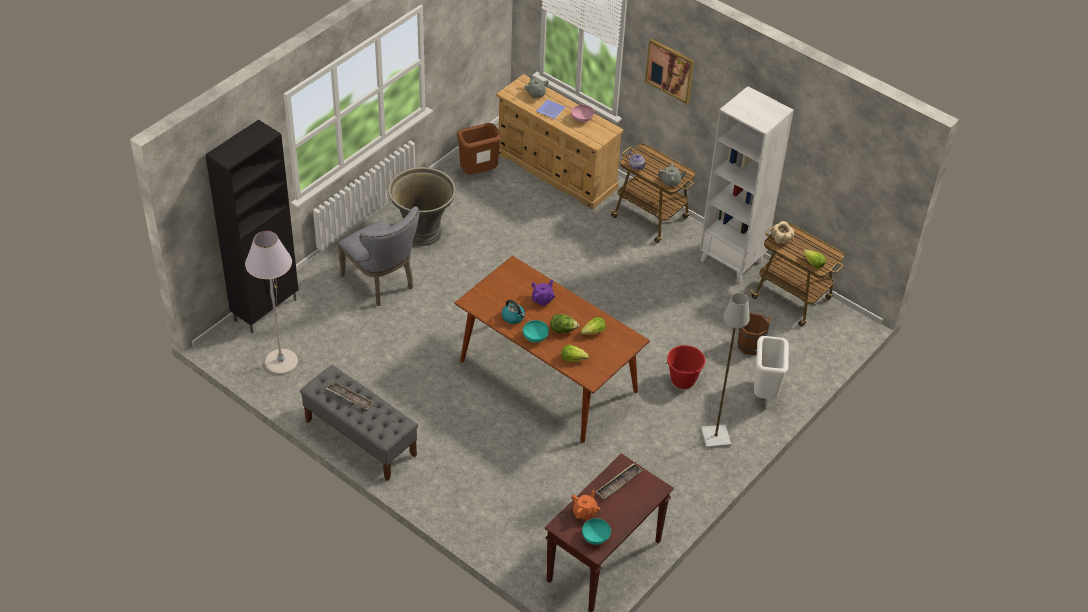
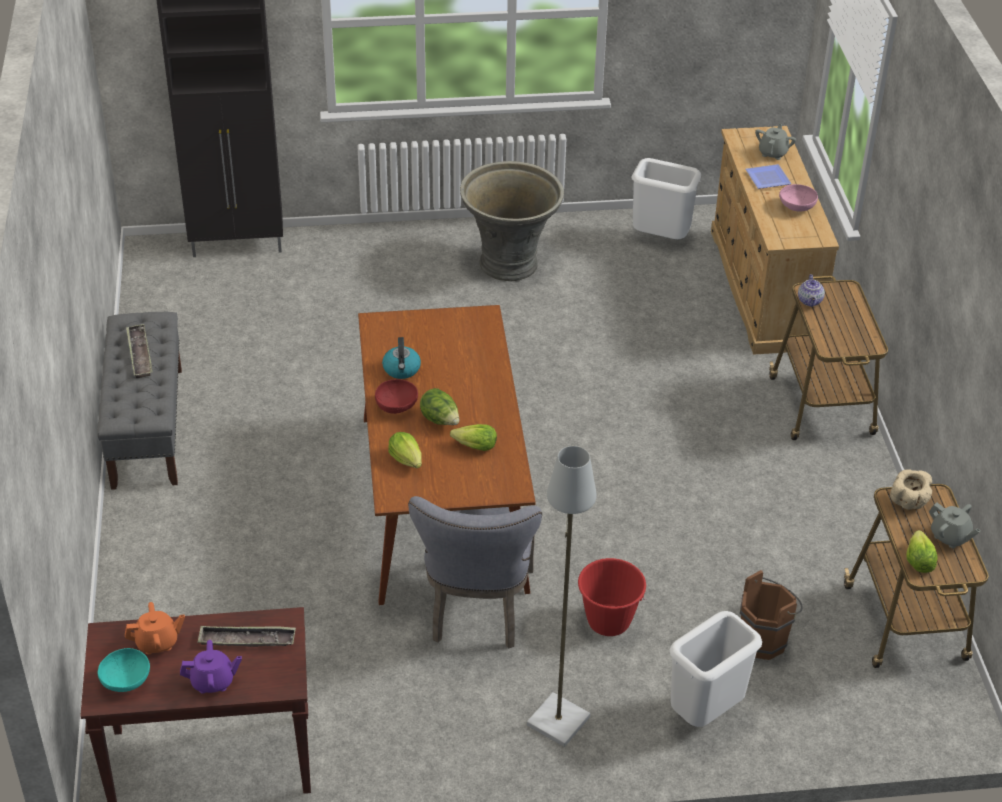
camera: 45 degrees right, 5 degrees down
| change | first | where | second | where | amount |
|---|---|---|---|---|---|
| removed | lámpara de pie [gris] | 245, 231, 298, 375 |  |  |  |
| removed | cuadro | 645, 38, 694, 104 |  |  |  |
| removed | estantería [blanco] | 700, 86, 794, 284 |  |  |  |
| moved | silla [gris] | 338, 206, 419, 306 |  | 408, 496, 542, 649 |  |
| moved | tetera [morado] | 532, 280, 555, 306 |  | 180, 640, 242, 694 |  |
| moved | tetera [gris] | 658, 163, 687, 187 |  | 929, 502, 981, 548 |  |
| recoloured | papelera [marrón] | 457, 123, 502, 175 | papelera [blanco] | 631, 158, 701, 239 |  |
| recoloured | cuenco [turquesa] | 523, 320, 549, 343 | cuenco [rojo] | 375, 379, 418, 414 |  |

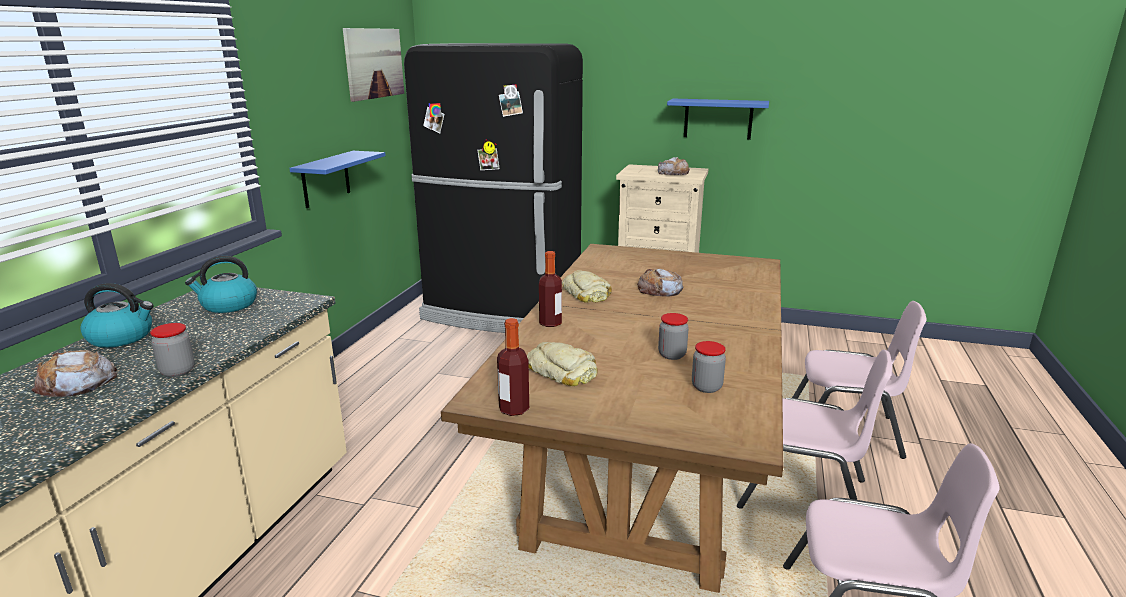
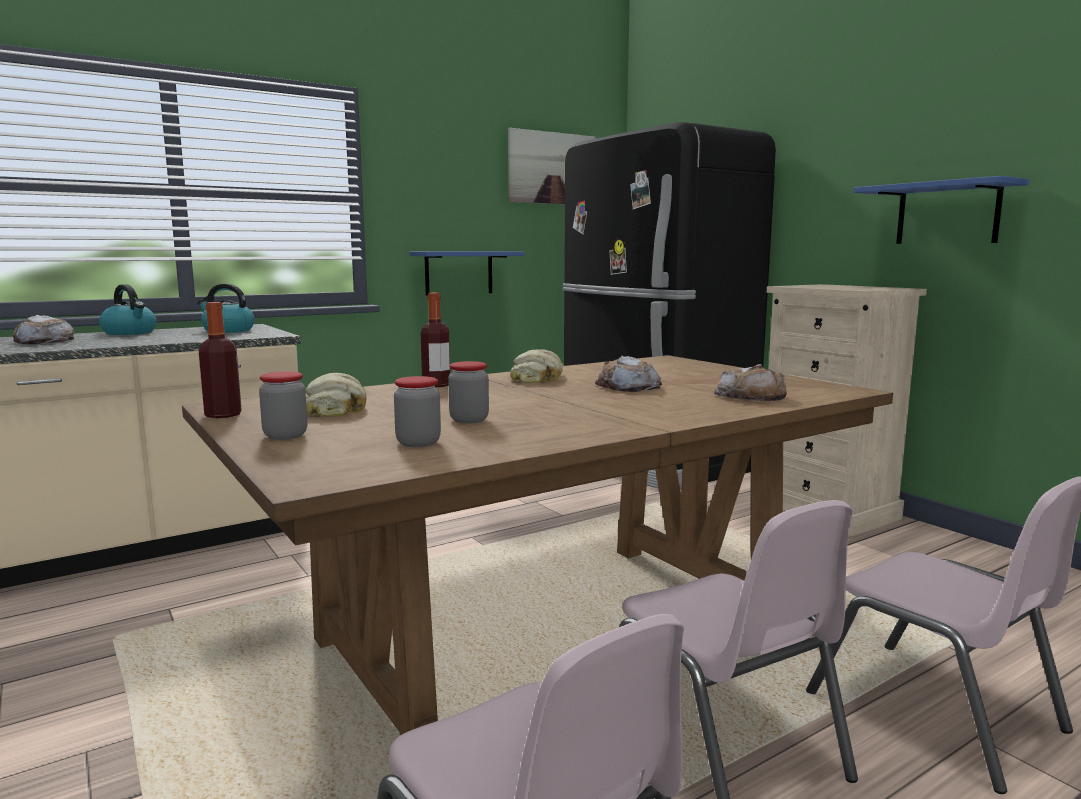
camera: 40 degrees right, 10 degrees down
| change | first | where | second | where | amount |
|---|---|---|---|---|---|
| moved | tarro | 150, 323, 195, 377 |  | 259, 372, 307, 440 |  |
| moved | pan | 658, 157, 690, 175 |  | 714, 364, 787, 401 |  |

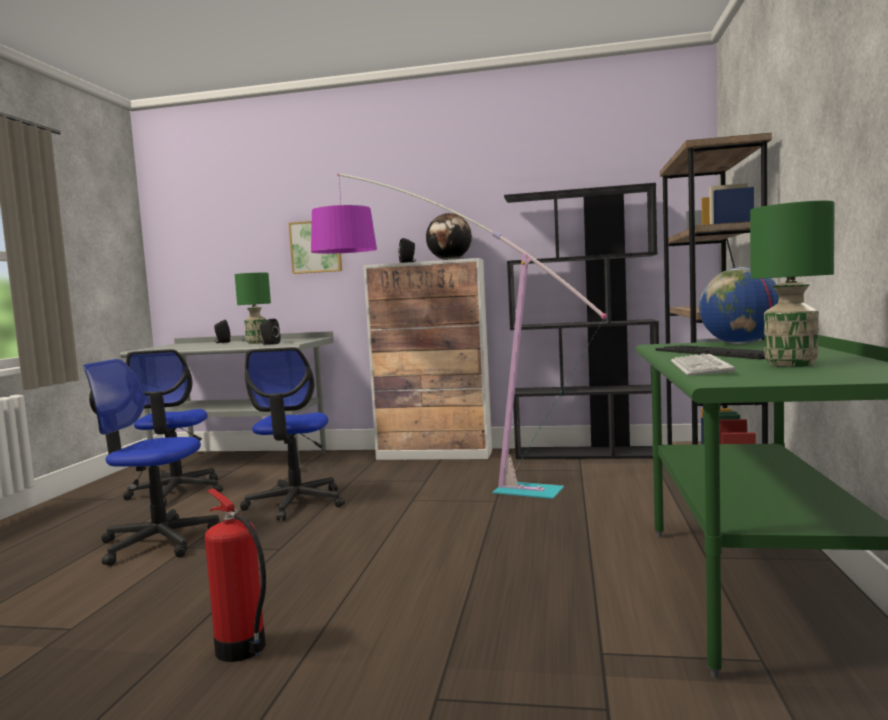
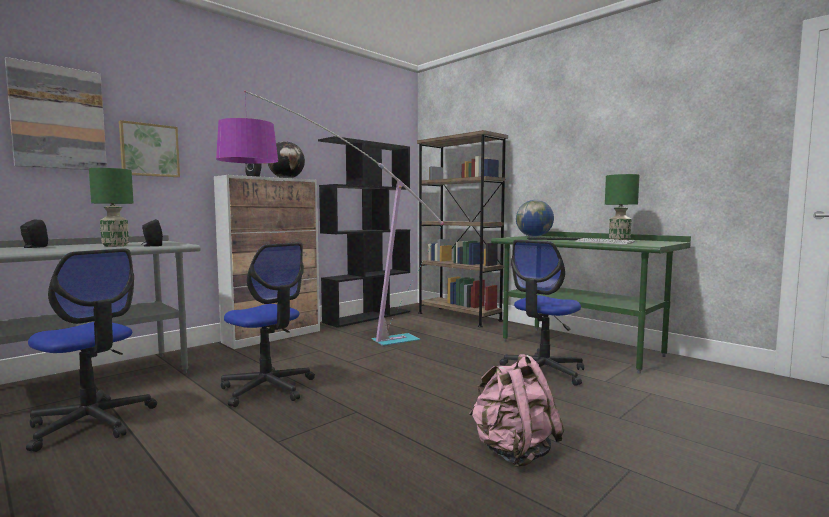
camera: 55 degrees left, 0 degrees up
| change | first | where | second | where | amount |
|---|---|---|---|---|---|
| added |  |  | cuadro | 5, 57, 107, 170 |  |
| moved | silla de oficina | 84, 359, 220, 566 |  | 500, 240, 584, 386 |  |
| replaced | extintor | 205, 489, 266, 662 | mochila [rosa] | 469, 354, 564, 467 |  |

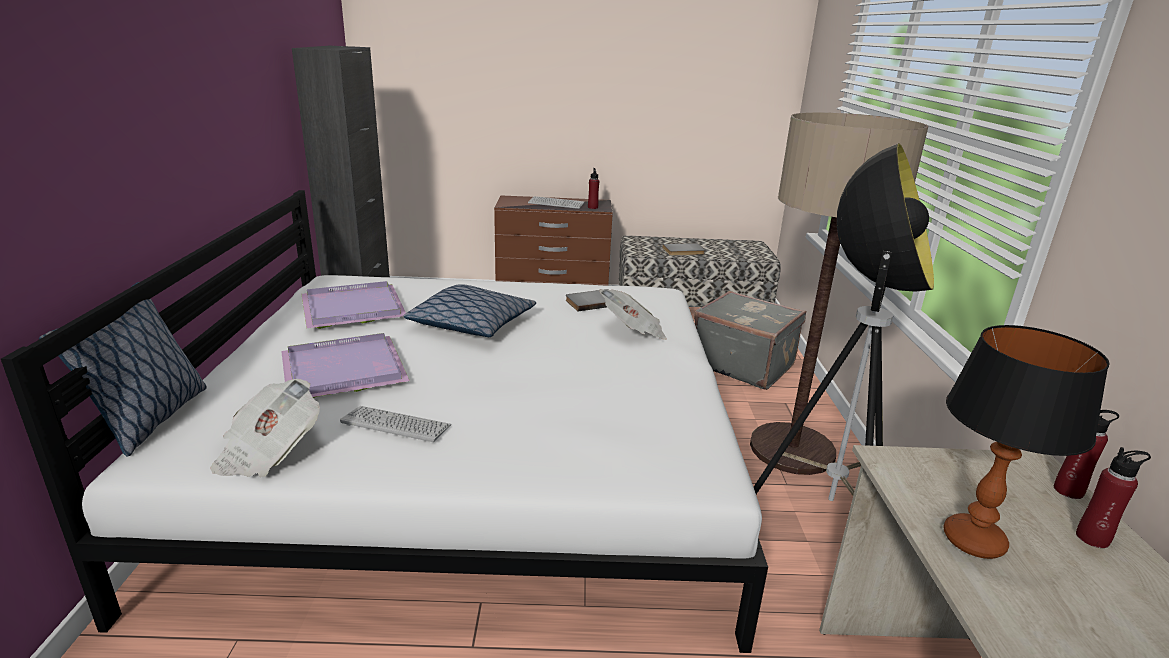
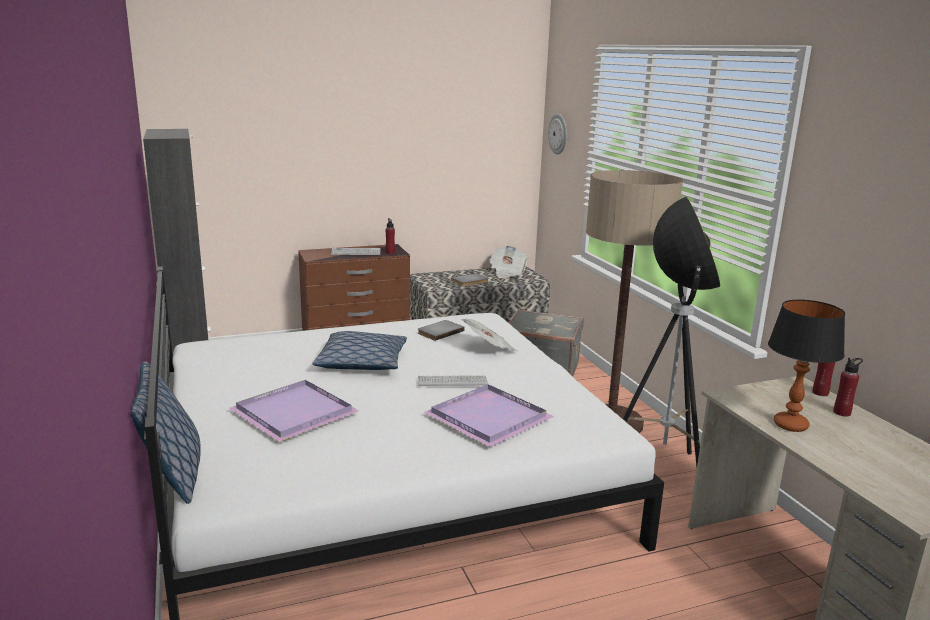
camera: 20 degrees left, 5 degrees down
| change | first | where | second | where | amount |
|---|---|---|---|---|---|
| added |  |  | reloj de pared | 548, 113, 567, 154 |  |
| moved | periódico | 210, 379, 320, 477 |  | 489, 246, 528, 278 |  |
| moved | bandeja [morado] | 301, 281, 406, 329 |  | 424, 384, 554, 447 |  |
| moved | teclado | 340, 406, 451, 443 |  | 418, 376, 488, 387 |  |

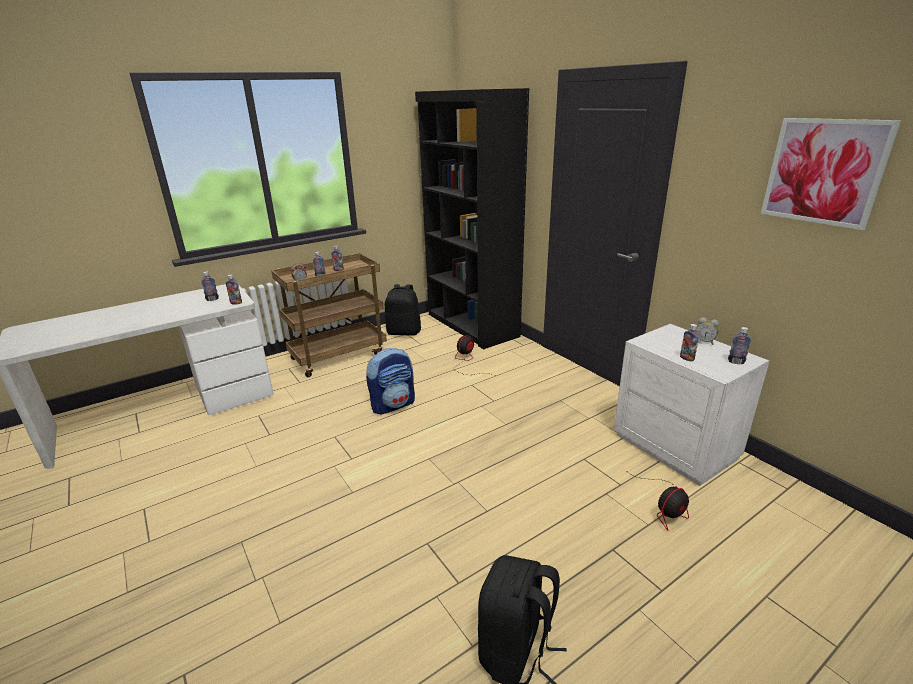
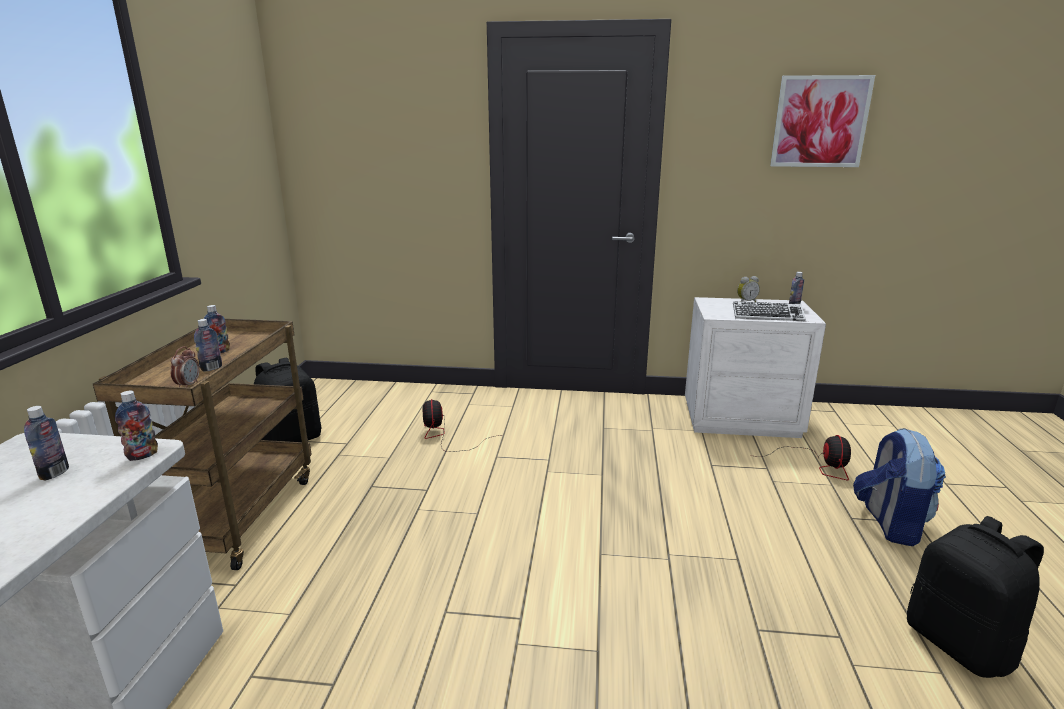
camera: 50 degrees left, 5 degrees down
| change | first | where | second | where | amount |
|---|---|---|---|---|---|
| removed | estantería [negro] | 415, 88, 529, 349 |  |  |  |
| moved | mochila | 366, 348, 415, 414 |  | 853, 428, 946, 546 |  |
| replaced | botella | 680, 324, 699, 362 | teclado | 733, 301, 806, 321 |  |

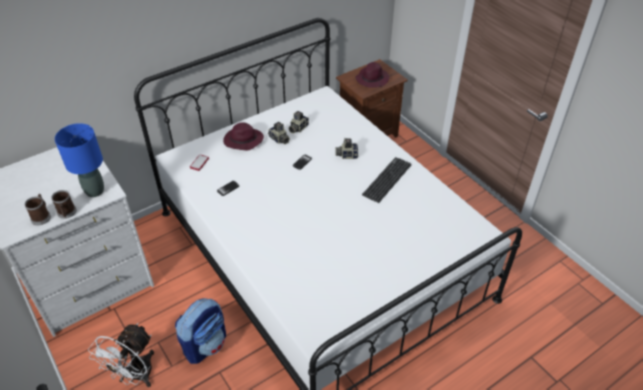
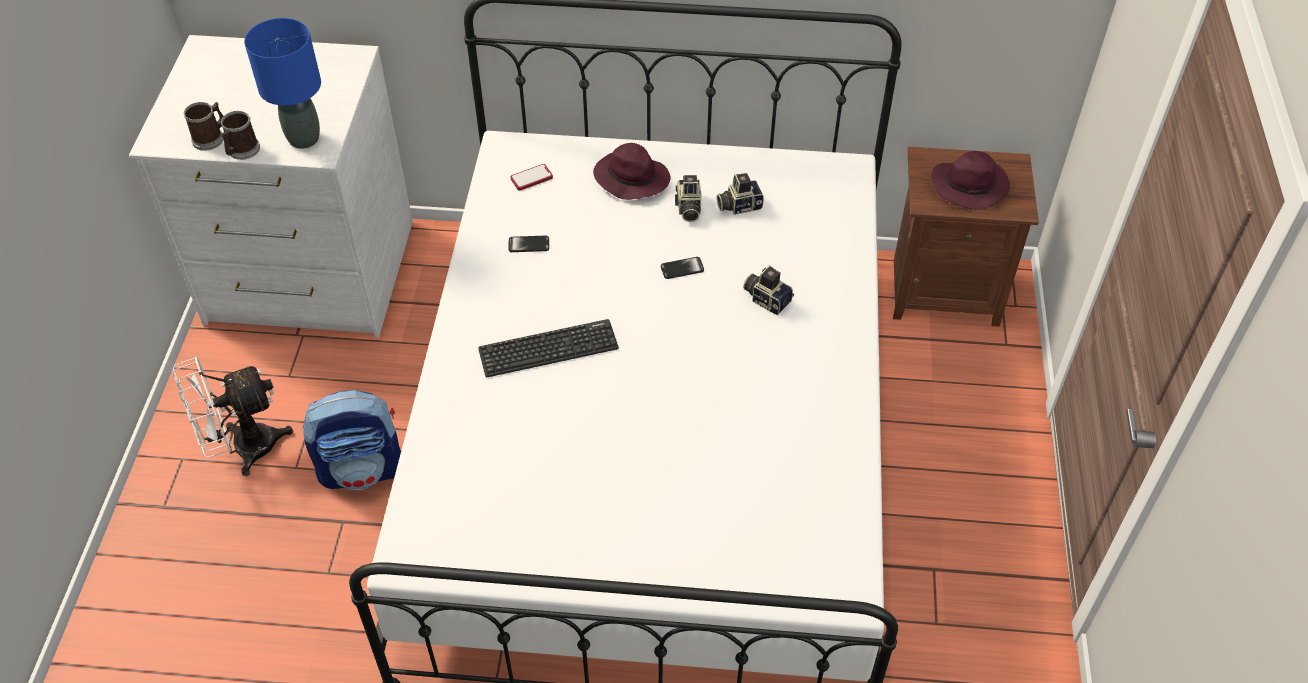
camera: 40 degrees right, 5 degrees up
| change | first | where | second | where | amount |
|---|---|---|---|---|---|
| moved | teclado | 362, 157, 412, 203 |  | 478, 319, 619, 377 |  |

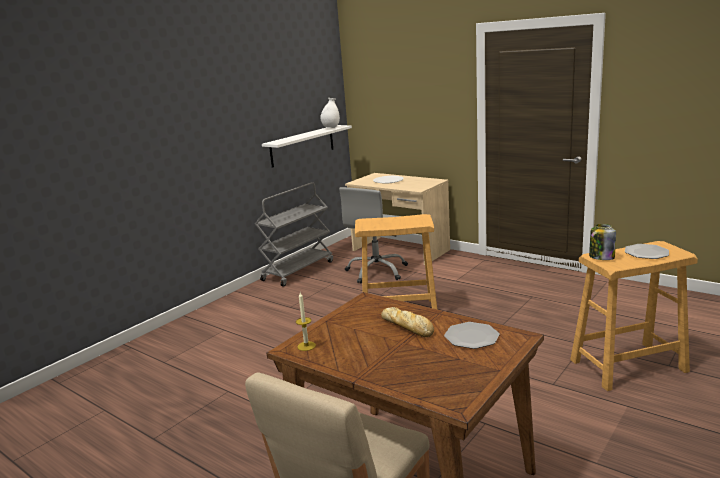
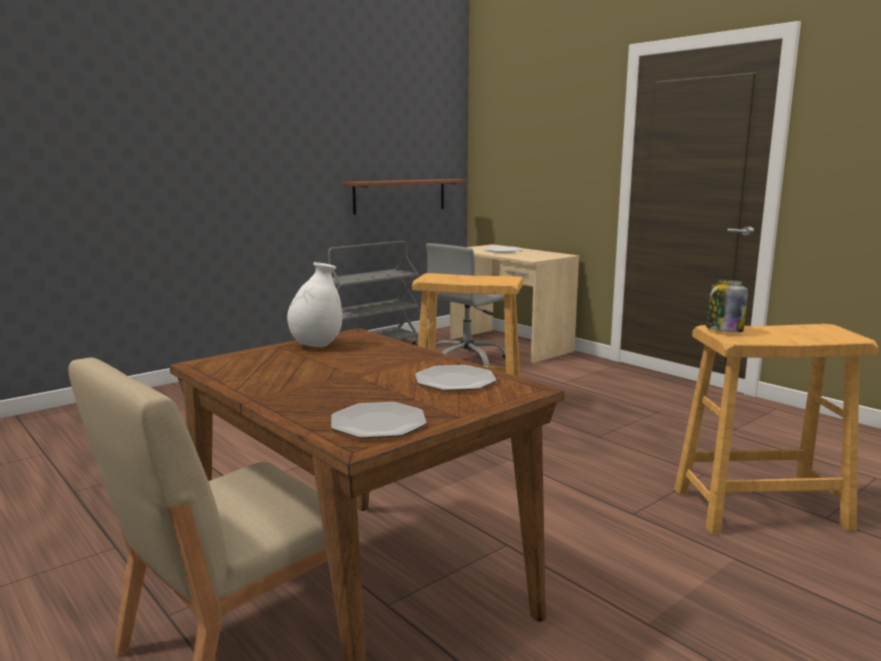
camera: 10 degrees right, 5 degrees down
| change | first | where | second | where | amount |
|---|---|---|---|---|---|
| removed | vela | 296, 292, 316, 351 |  |  |  |
| removed | pan | 381, 307, 434, 337 |  |  |  |
| moved | florero [blanco] | 320, 98, 340, 128 |  | 287, 262, 342, 347 |  |
| moved | plato | 625, 244, 669, 259 |  | 331, 402, 427, 438 |  |
| recoloured | estante [blanco] | 262, 125, 352, 168 | estante [marrón] | 342, 179, 468, 215 |  |

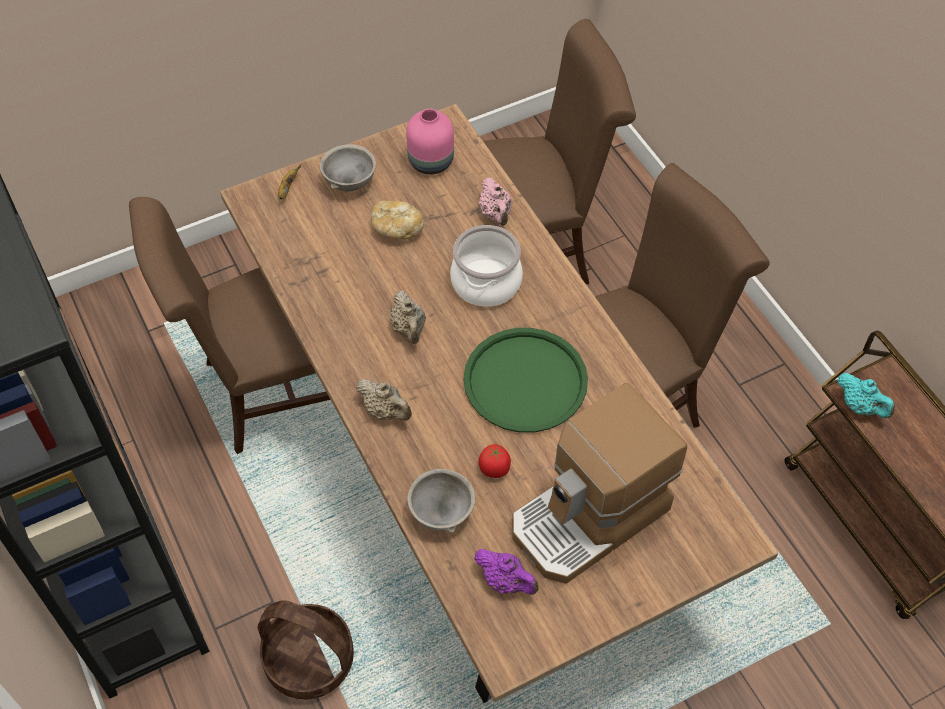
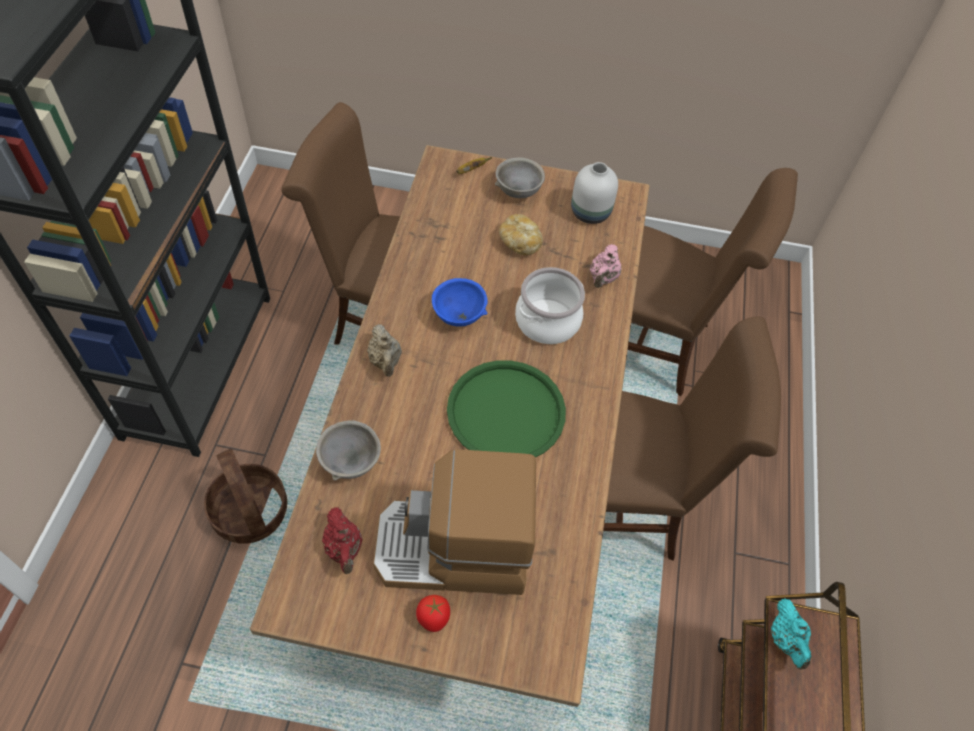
camera: 35 degrees right, 0 degrees up
| change | first | where | second | where | amount |
|---|---|---|---|---|---|
| moved | tomate | 479, 444, 511, 478 |  | 416, 595, 450, 632 |  |
| replaced | tetera [beis] | 390, 290, 426, 344 | cuenco [azul] | 432, 278, 488, 327 |  |
| recoloured | florero [rosa] | 406, 109, 454, 175 | florero [blanco] | 571, 162, 618, 224 |  |
| recoloured | tetera [morado] | 474, 549, 539, 595 | tetera [rojo] | 322, 507, 362, 574 |  |

